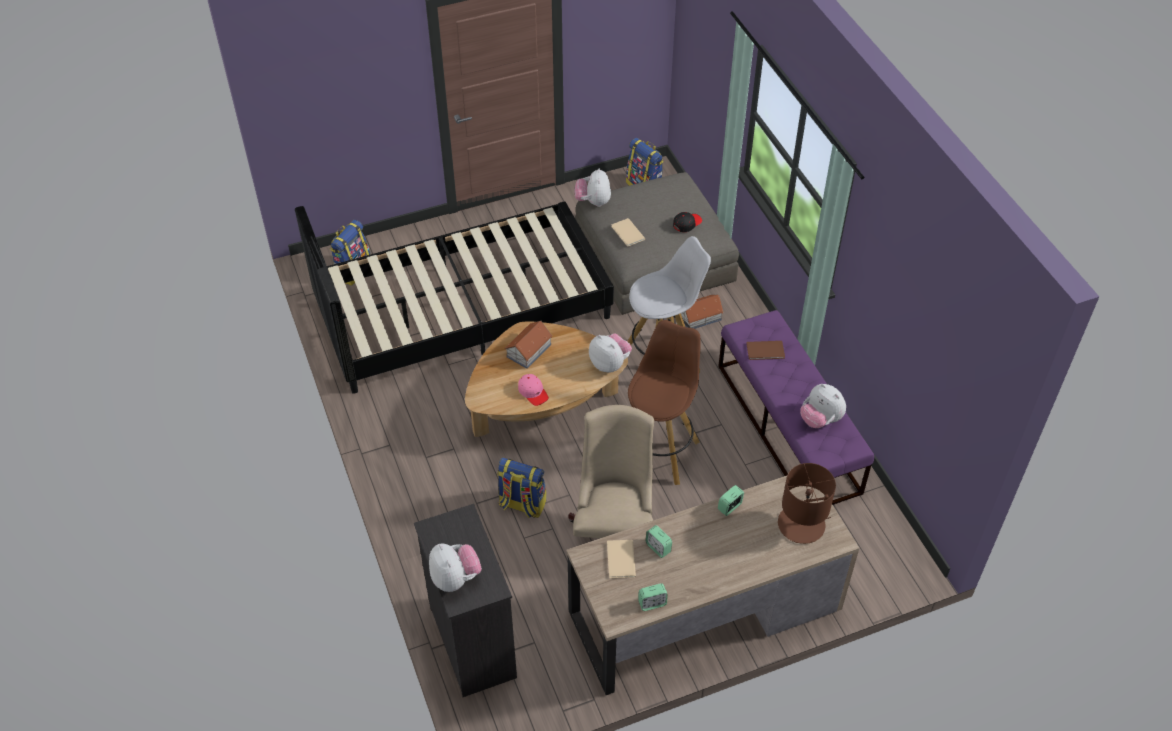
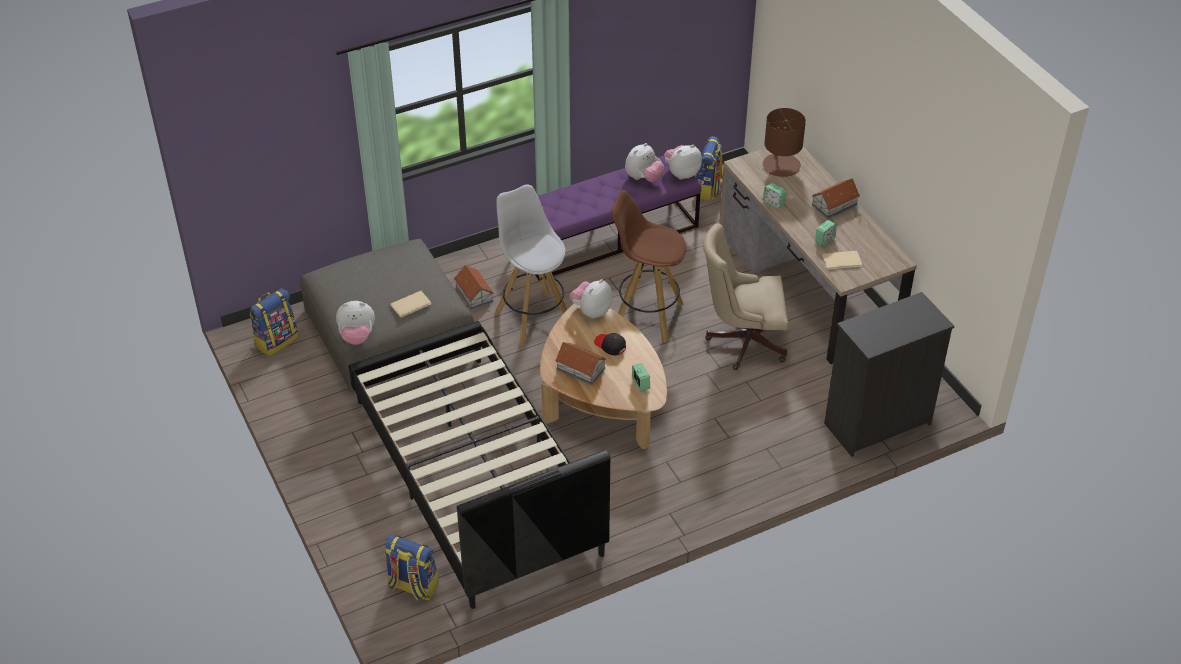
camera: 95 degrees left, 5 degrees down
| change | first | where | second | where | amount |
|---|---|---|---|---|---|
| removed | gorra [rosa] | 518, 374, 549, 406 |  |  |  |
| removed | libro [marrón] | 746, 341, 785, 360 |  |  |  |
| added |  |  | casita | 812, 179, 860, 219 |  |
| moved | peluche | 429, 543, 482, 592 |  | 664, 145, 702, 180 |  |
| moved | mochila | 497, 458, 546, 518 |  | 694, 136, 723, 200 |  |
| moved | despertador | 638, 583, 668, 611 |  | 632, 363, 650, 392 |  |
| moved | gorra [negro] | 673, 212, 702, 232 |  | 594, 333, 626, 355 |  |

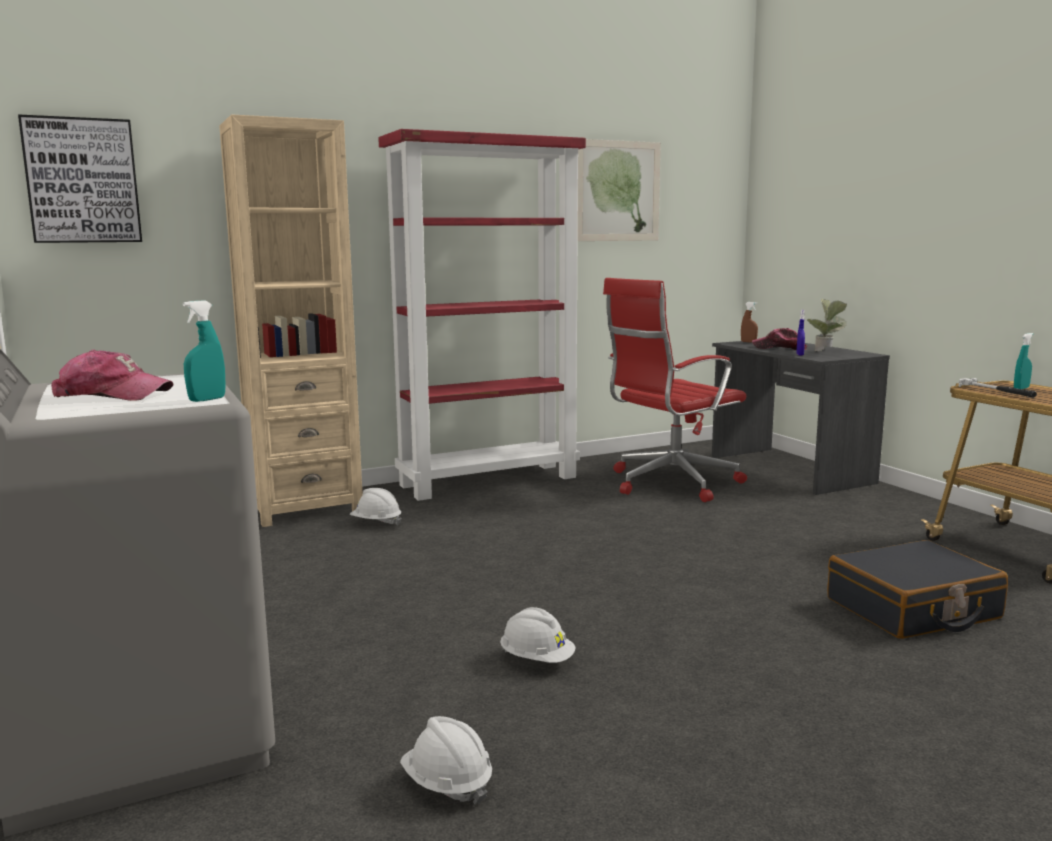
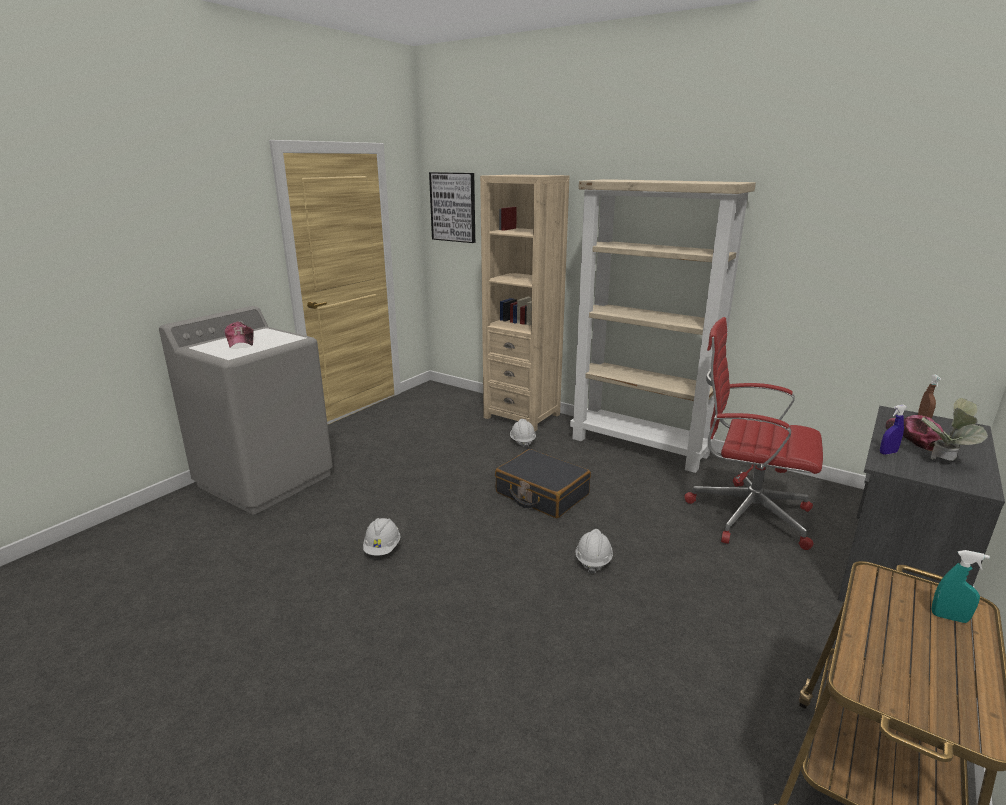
camera: 60 degrees right, 10 degrees up
| change | first | where | second | where | amount |
|---|---|---|---|---|---|
| removed | pulverizador [turquesa] | 183, 301, 226, 402 |  |  |  |
| removed | cuadro | 577, 139, 661, 241 |  |  |  |
| removed | martillo | 959, 378, 1037, 398 |  |  |  |
| moved | casco [blanco] | 400, 716, 492, 804 |  | 575, 529, 613, 574 |  |
| moved | maleta [negro] | 827, 540, 1008, 639 |  | 495, 449, 591, 518 |  |
| recoloured | estantería [rojo] | 378, 129, 586, 501 | estantería [beis] | 570, 179, 756, 473 |  |

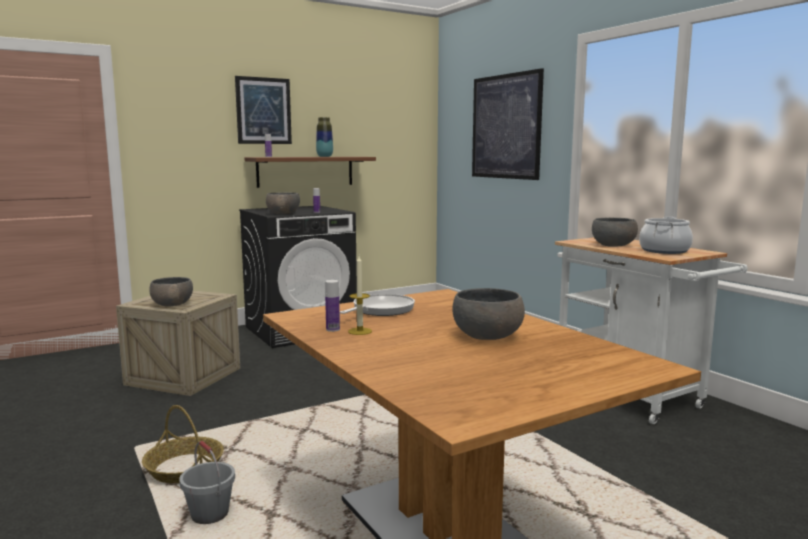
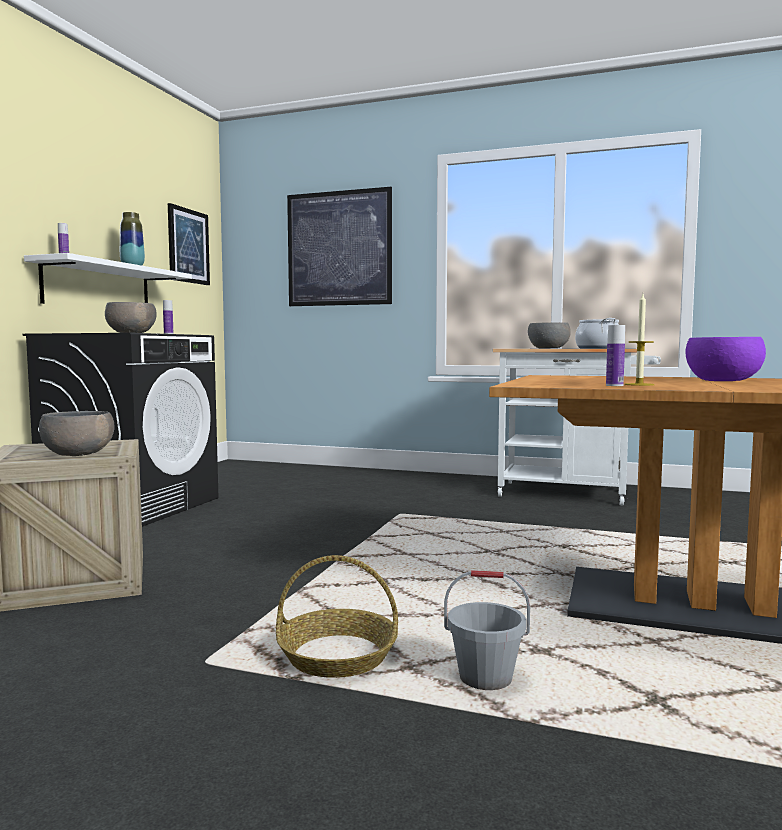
camera: 40 degrees left, 5 degrees down
| change | first | where | second | where | amount |
|---|---|---|---|---|---|
| removed | sartén | 340, 294, 415, 316 |  |  |  |
| moved | cuadro | 235, 76, 292, 144 |  | 168, 203, 210, 285 |  |
| recoloured | estante [marrón] | 245, 157, 376, 188 | estante [blanco] | 24, 253, 192, 304 |  |
| recoloured | cuenco [gris] | 453, 288, 525, 340 | cuenco [morado] | 685, 337, 766, 381 |  |

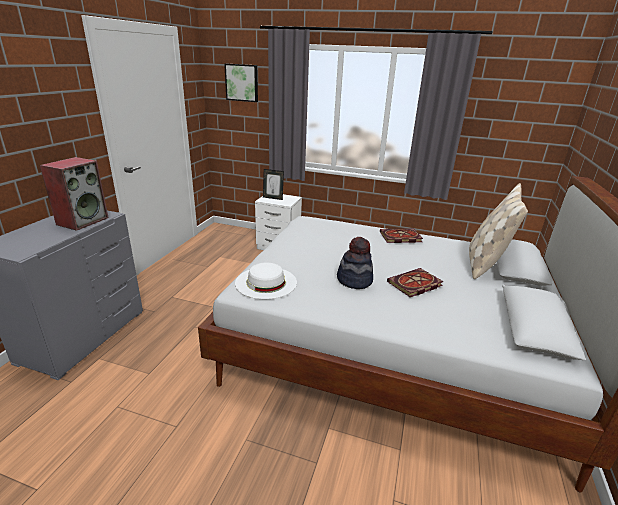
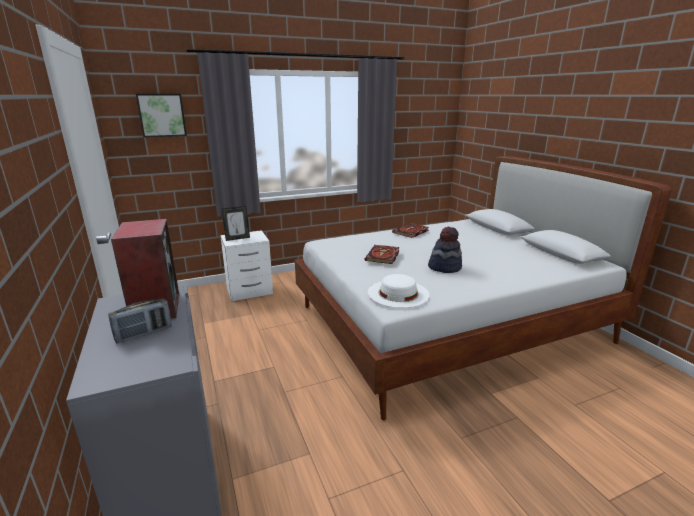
camera: 40 degrees left, 5 degrees down
| change | first | where | second | where | amount |
|---|---|---|---|---|---|
| removed | cojín [beis] | 469, 183, 528, 279 |  |  |  |
| added |  |  | radio | 108, 298, 172, 343 |  |
| moved | libro | 387, 268, 444, 297 |  | 365, 245, 399, 264 |  |

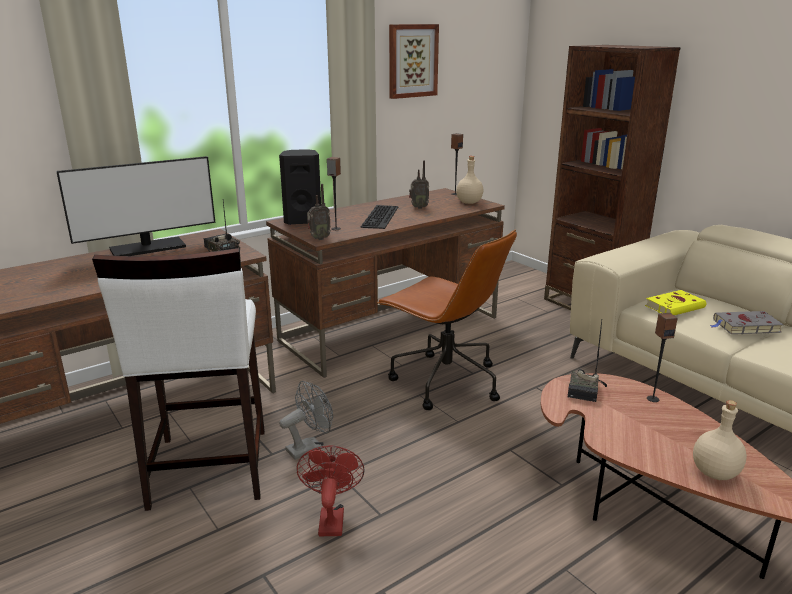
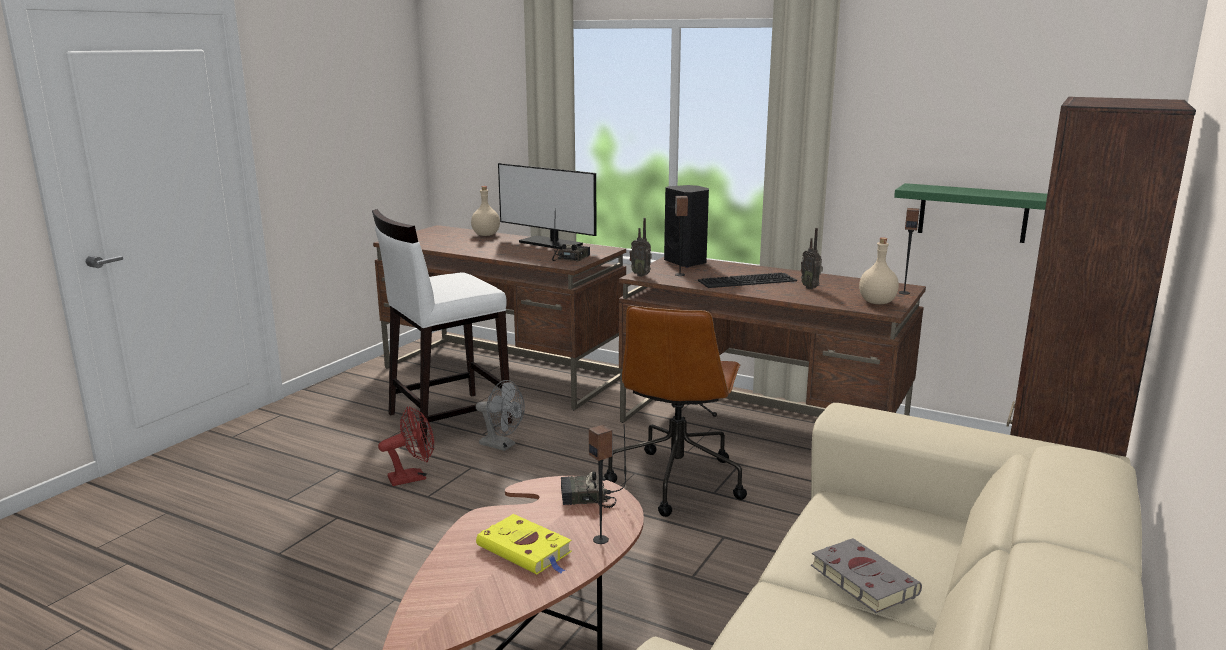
camera: 65 degrees right, 5 degrees down
| change | first | where | second | where | amount |
|---|---|---|---|---|---|
| removed | cuadro | 389, 24, 439, 99 |  |  |  |
| added |  |  | estante [verde] | 894, 183, 1047, 243 |  |
| moved | libro [amarillo] | 645, 290, 706, 315 |  | 476, 514, 572, 574 |  |
| moved | botella [beis] | 693, 400, 747, 480 |  | 471, 186, 500, 236 |  |

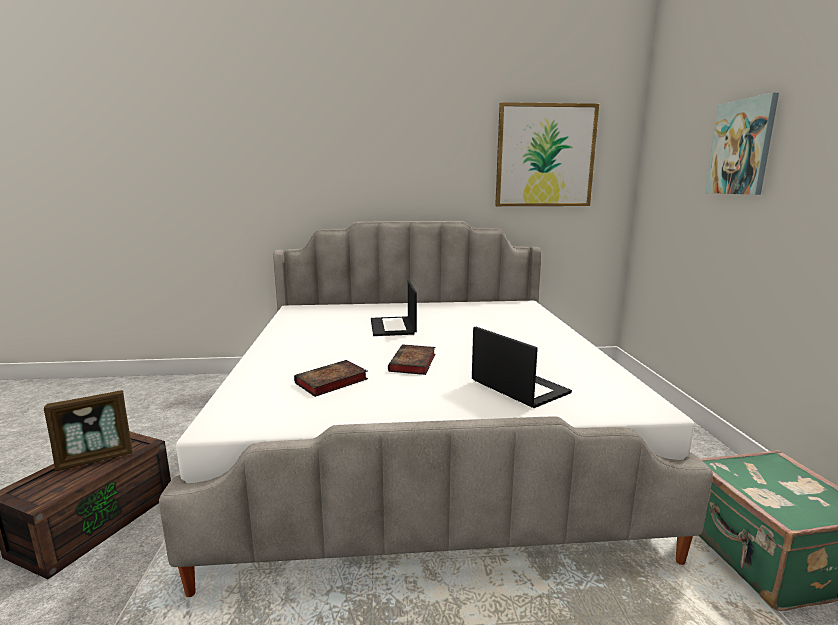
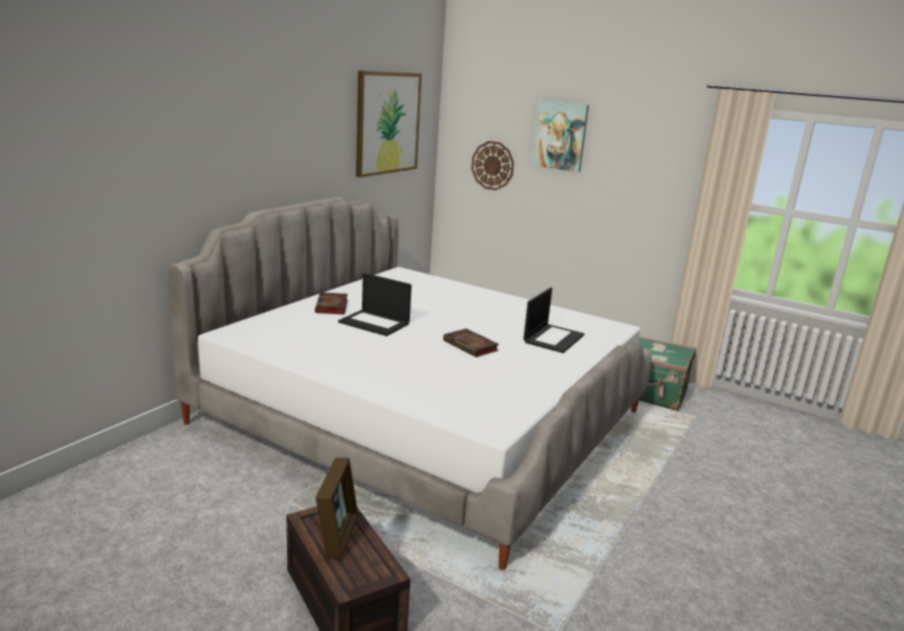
camera: 55 degrees left, 5 degrees up
| change | first | where | second | where | amount |
|---|---|---|---|---|---|
| added |  |  | reloj de pared | 471, 141, 514, 190 |  |
| moved | libro | 294, 360, 368, 397 |  | 315, 292, 348, 315 |  |
| turned | portátil | 472, 327, 572, 408 |  | 523, 287, 585, 353 | 120 degrees clockwise |

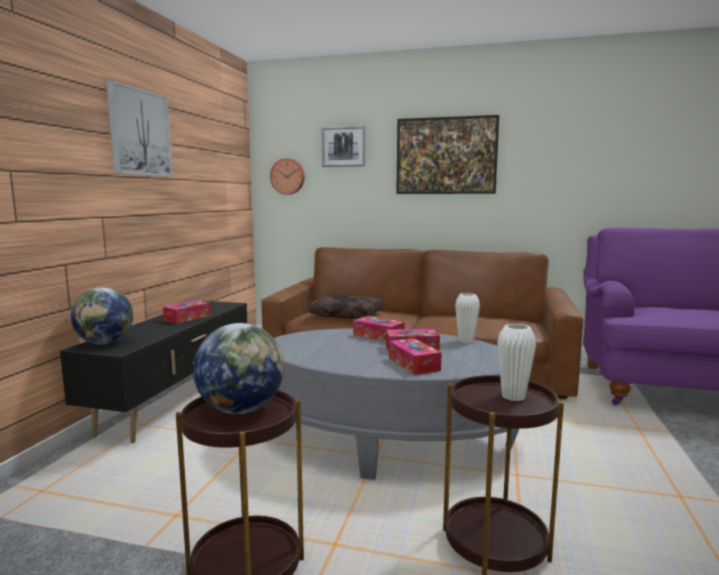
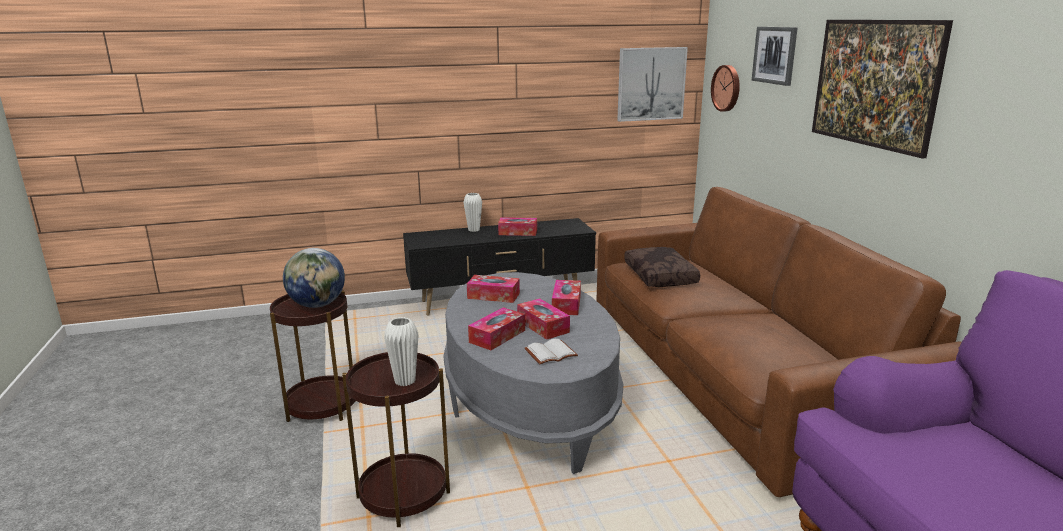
camera: 60 degrees right, 10 degrees up
| change | first | where | second | where | amount |
|---|---|---|---|---|---|
| removed | globo terráqueo | 71, 288, 133, 344 |  |  |  |
| added |  |  | caja de pañuelos | 467, 275, 520, 303 |  |
| added |  |  | libro [blanco] | 525, 339, 578, 364 |  |
| moved | cuadro | 106, 80, 173, 177 |  | 617, 47, 688, 122 |  |
| moved | florero [blanco] | 455, 293, 480, 343 |  | 464, 193, 482, 232 |  |

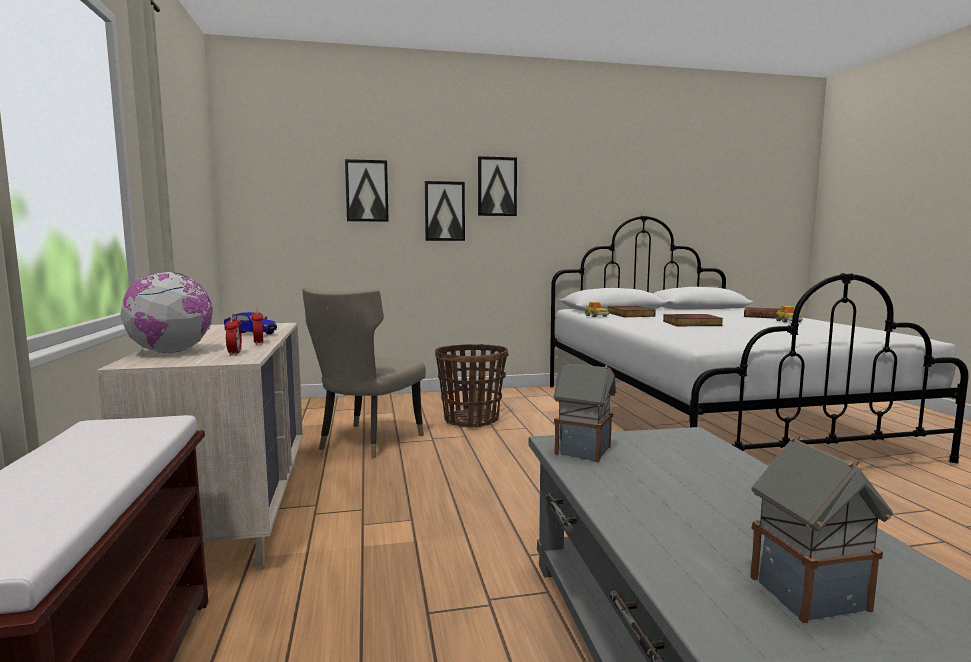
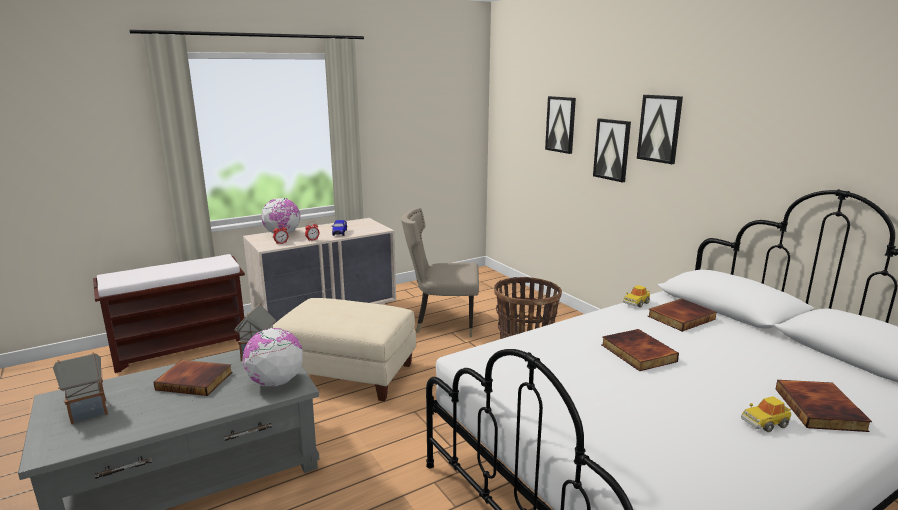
camera: 70 degrees right, 10 degrees up
| change | first | where | second | where | amount |
|---|---|---|---|---|---|
| added |  |  | libro | 153, 360, 232, 396 |  |
| added |  |  | globo terráqueo | 242, 328, 303, 386 |  |
| added |  |  | puf [beis] | 273, 298, 416, 401 |  |

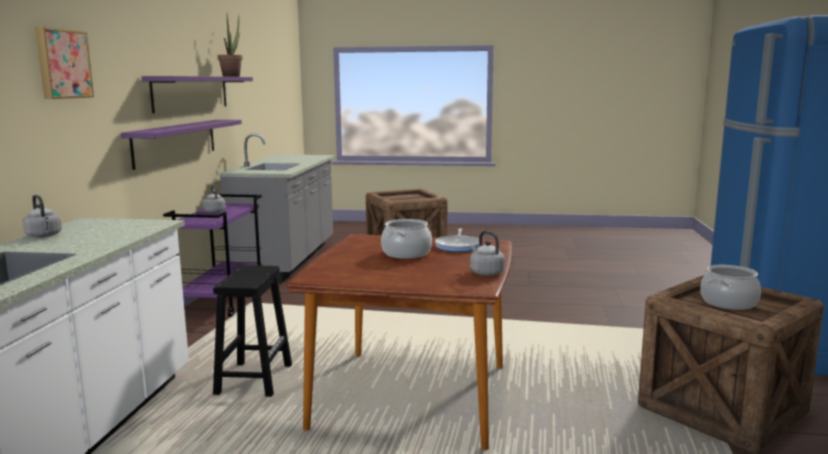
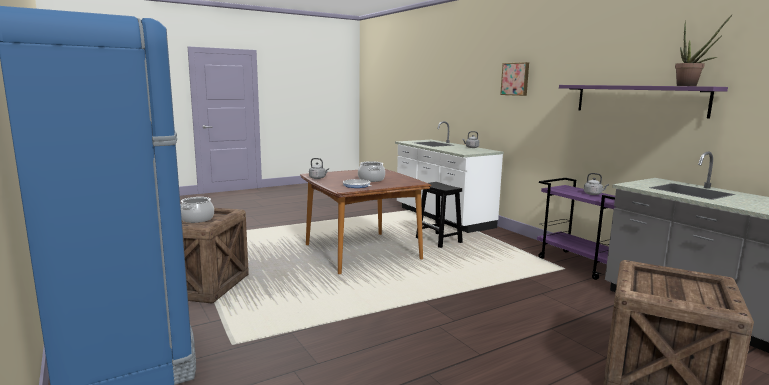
camera: 140 degrees right, 0 degrees up
| change | first | where | second | where | amount |
|---|---|---|---|---|---|
| removed | estante [morado] | 121, 120, 242, 170 |  |  |  |

